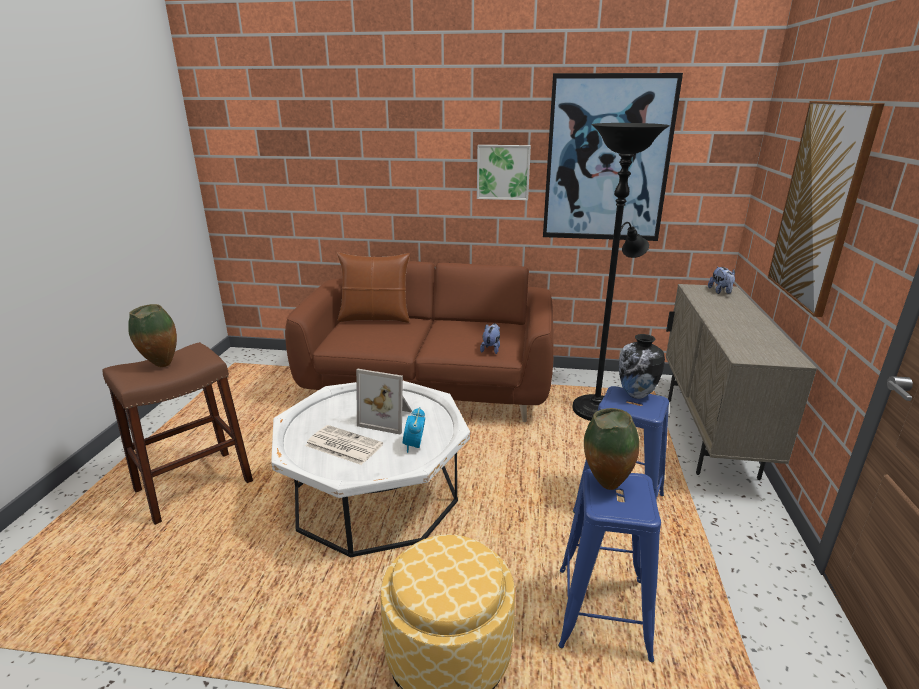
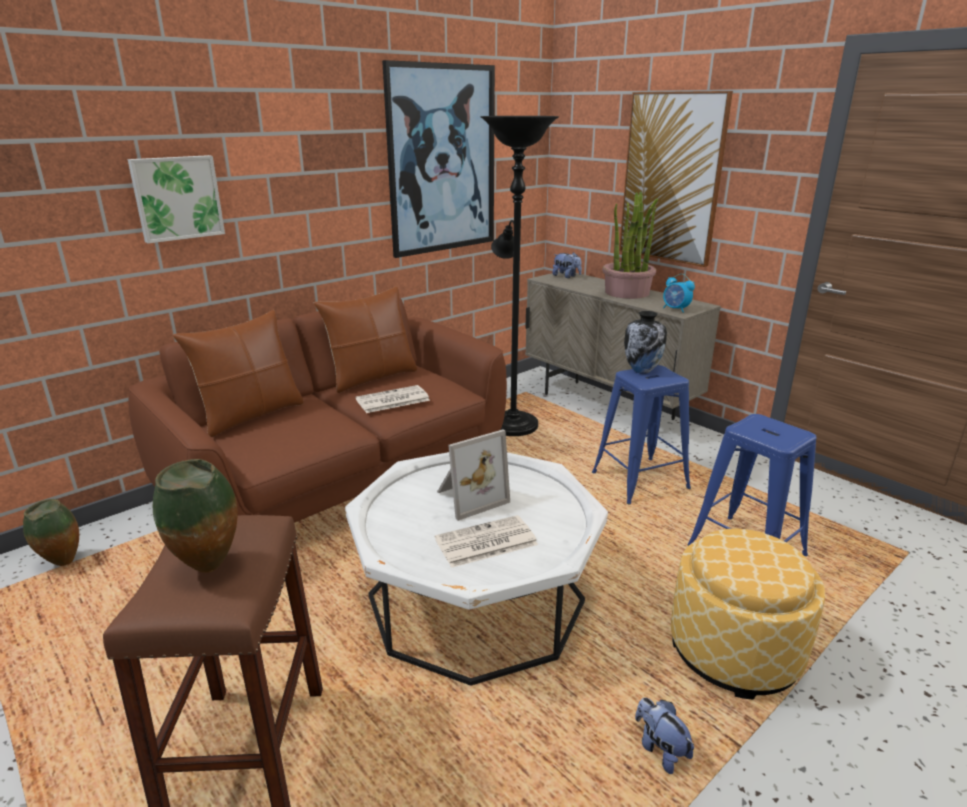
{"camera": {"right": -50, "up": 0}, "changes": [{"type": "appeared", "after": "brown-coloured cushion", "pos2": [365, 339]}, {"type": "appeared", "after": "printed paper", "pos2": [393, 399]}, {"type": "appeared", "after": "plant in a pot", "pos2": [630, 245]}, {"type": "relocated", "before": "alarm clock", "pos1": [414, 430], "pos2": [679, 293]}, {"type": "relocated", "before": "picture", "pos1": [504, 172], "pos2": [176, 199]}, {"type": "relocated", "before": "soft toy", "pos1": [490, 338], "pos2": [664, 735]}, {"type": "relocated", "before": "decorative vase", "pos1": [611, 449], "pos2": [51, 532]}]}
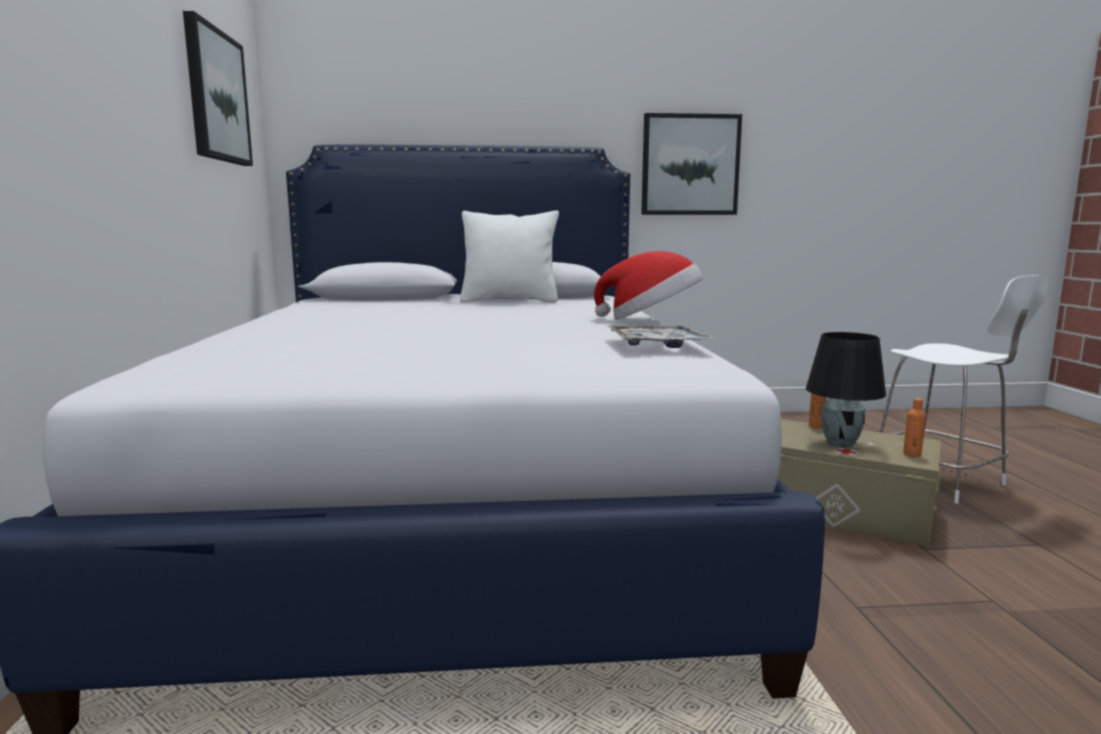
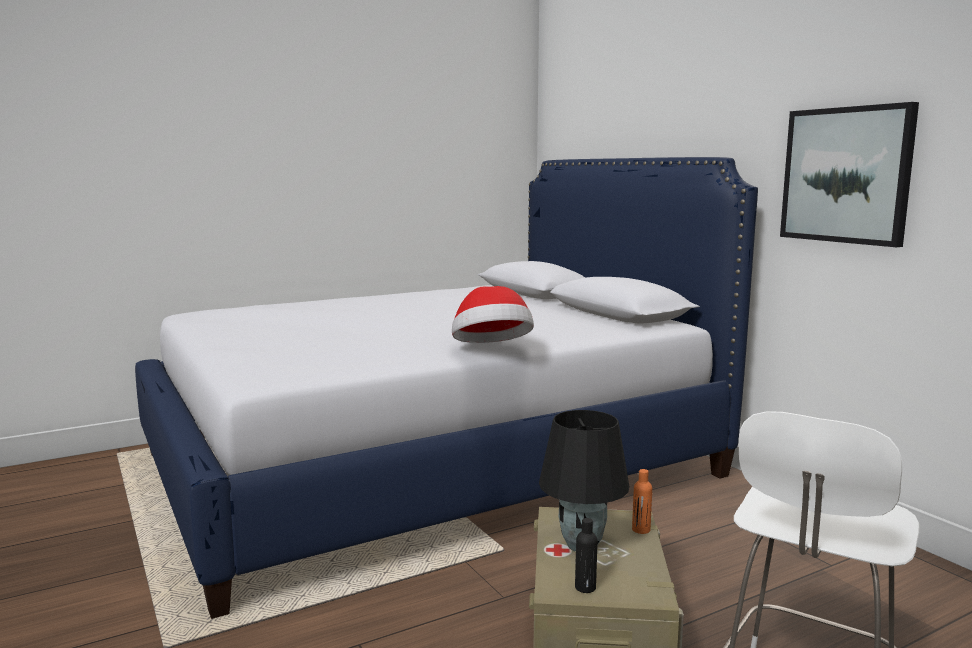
{"camera": {"right": 65, "up": 0}, "changes": [{"type": "missing", "before": "picture", "pos1": [218, 88]}, {"type": "missing", "before": "white-coloured cushion", "pos1": [509, 256]}, {"type": "missing", "before": "tray", "pos1": [661, 336]}, {"type": "colour", "before": "orange bottle", "after": "blackish bottle", "pos1": [914, 427], "pos2": [586, 555]}]}
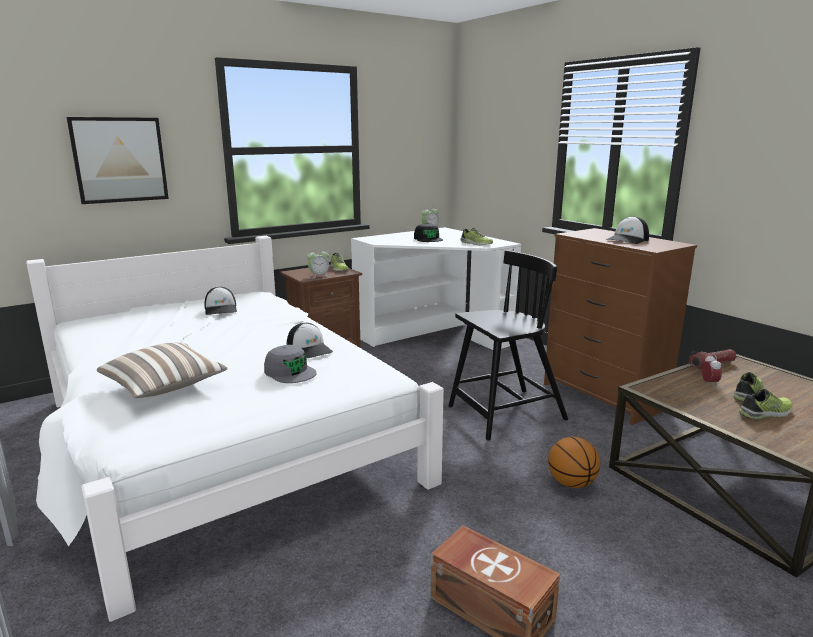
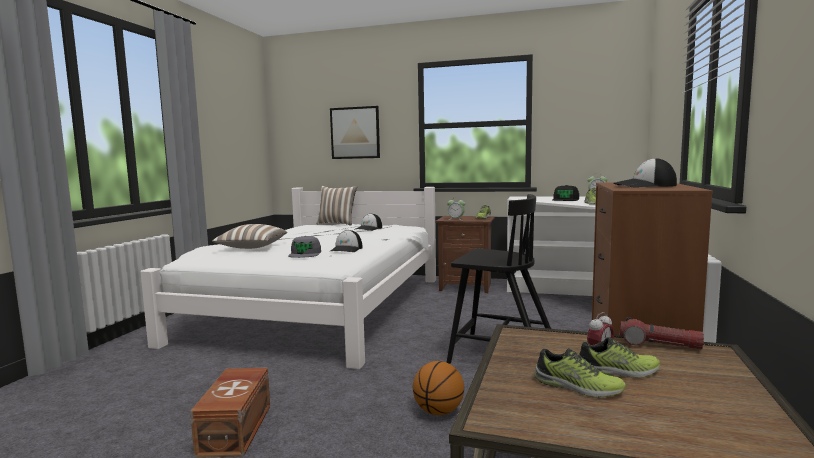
{"camera": {"right": 50, "up": -10}, "changes": [{"type": "appeared", "after": "cushion", "pos2": [337, 206]}]}
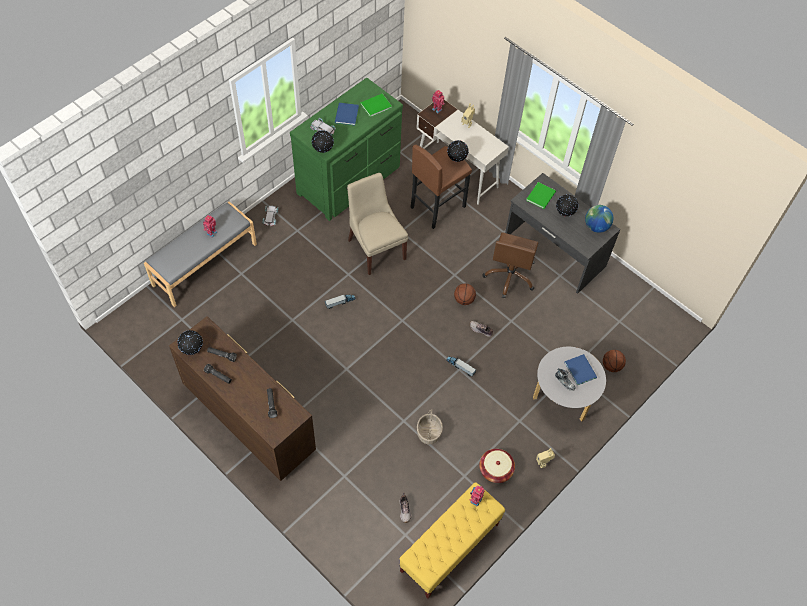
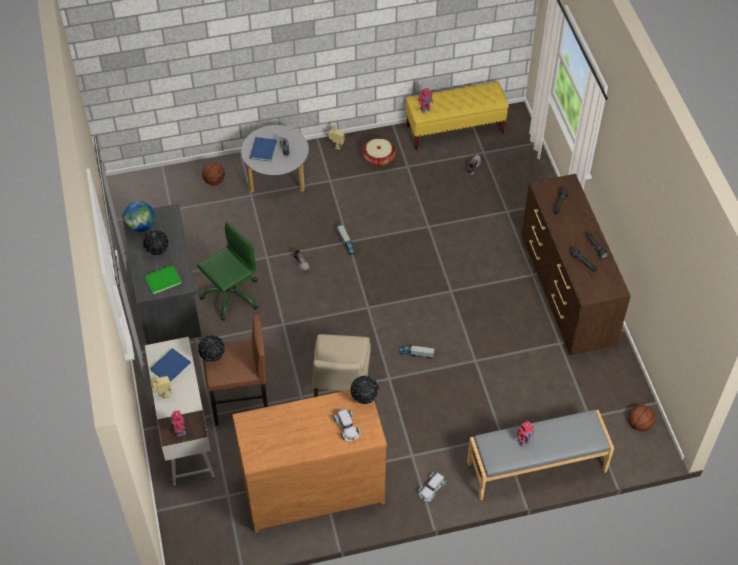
{"camera": {"right": -145, "up": -5}, "changes": [{"type": "missing", "before": "world globe", "pos1": [190, 342]}, {"type": "missing", "before": "greenish book", "pos1": [376, 105]}, {"type": "missing", "before": "storage basket", "pos1": [430, 427]}, {"type": "relocated", "before": "blue book", "pos1": [347, 114], "pos2": [170, 365]}, {"type": "relocated", "before": "basketball", "pos1": [465, 294], "pos2": [642, 418]}, {"type": "colour", "before": "greenish chest of drawers", "after": "brown-coloured chest of drawers", "pos1": [346, 149], "pos2": [309, 461]}, {"type": "colour", "before": "brown-coloured desk chair", "after": "greenish desk chair", "pos1": [510, 265], "pos2": [228, 271]}]}
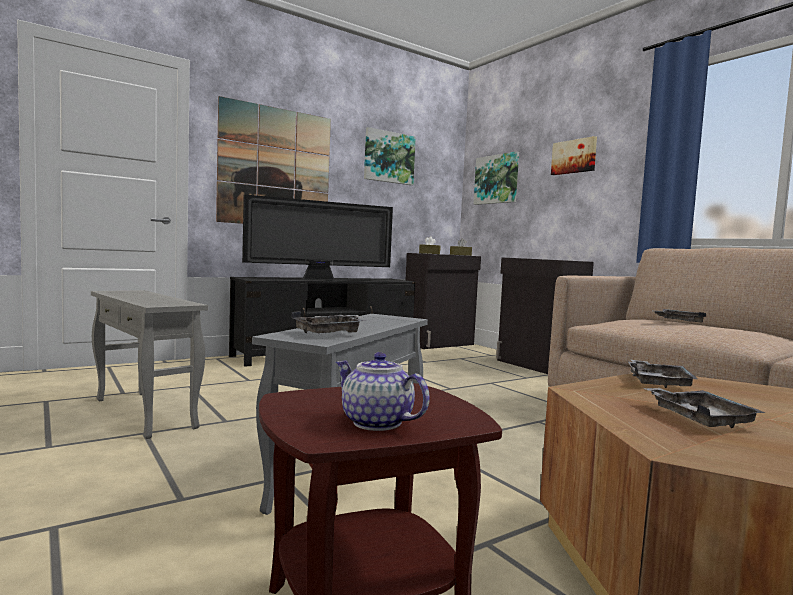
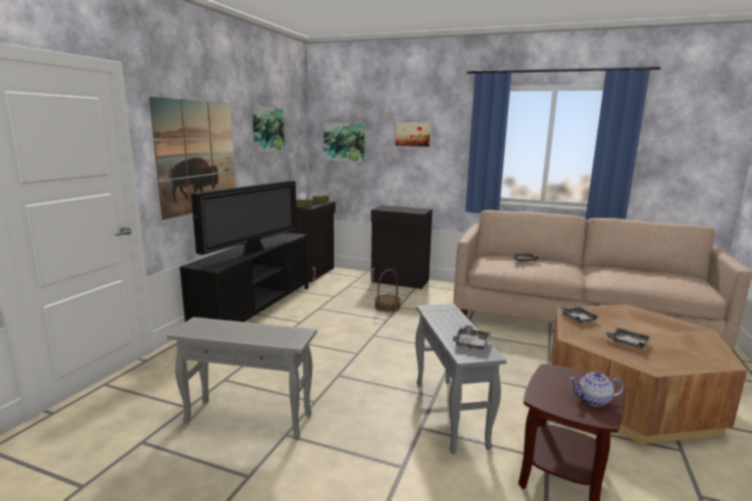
{"camera": {"right": -35, "up": 10}, "changes": [{"type": "appeared", "after": "storage basket", "pos2": [388, 290]}]}
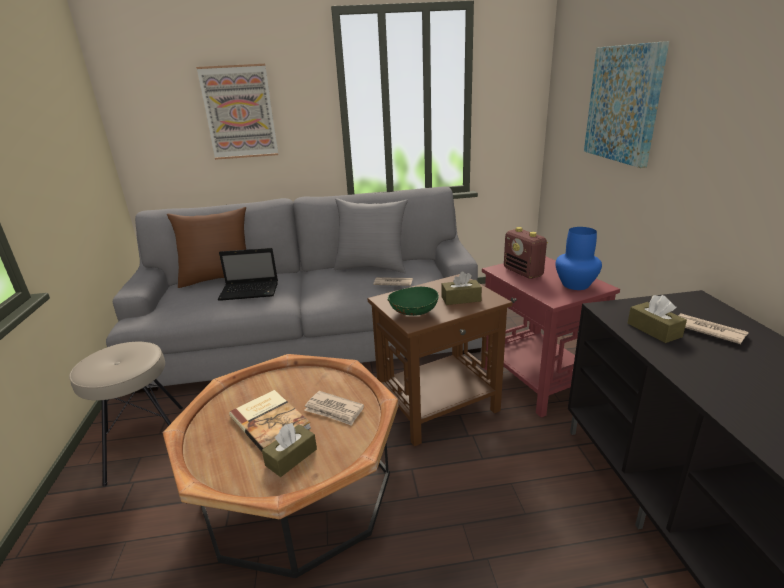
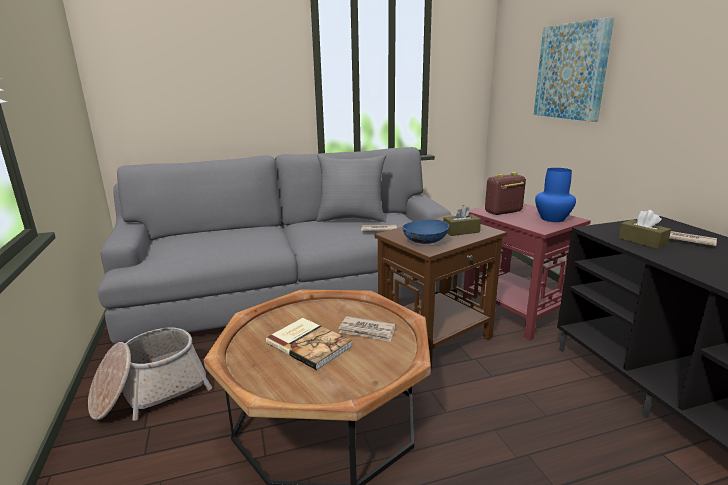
{"camera": {"right": -10, "up": -5}, "changes": [{"type": "missing", "before": "brown-coloured cushion", "pos1": [206, 247]}, {"type": "missing", "before": "picture", "pos1": [237, 112]}, {"type": "missing", "before": "notebook computer", "pos1": [248, 274]}, {"type": "missing", "before": "brown-coloured tissue holder", "pos1": [289, 450]}, {"type": "exchanged", "before": "beige stool seat", "after": "storage basket", "pos1": [126, 414], "pos2": [150, 374]}, {"type": "colour", "before": "greenish deep dish", "after": "blue deep dish", "pos1": [413, 301], "pos2": [426, 231]}, {"type": "spun", "before": "radio", "pos1": [526, 253], "pos2": [505, 193], "turn": 105}]}
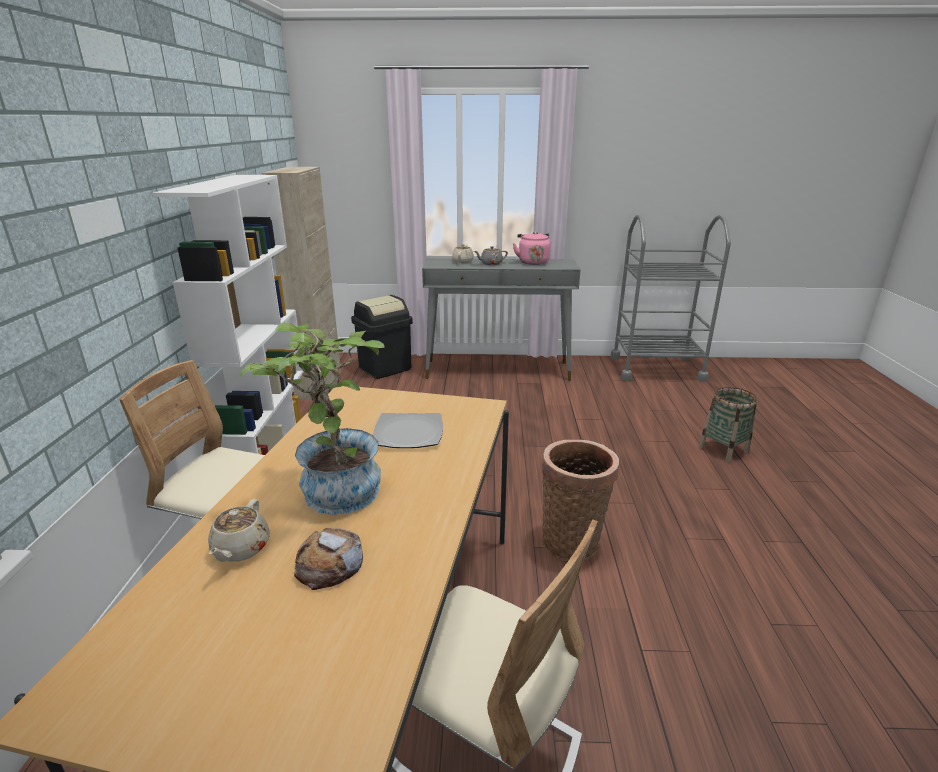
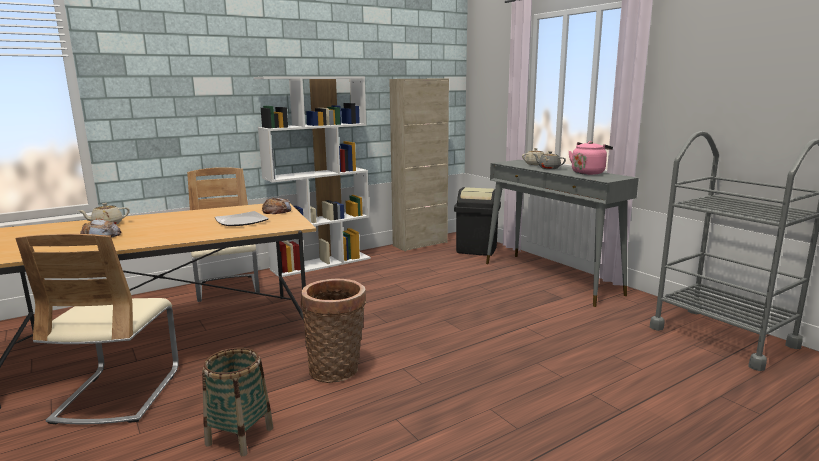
{"camera": {"right": 55, "up": -10}, "changes": [{"type": "missing", "before": "plant in a pot", "pos1": [312, 418]}, {"type": "appeared", "after": "bakery bread", "pos2": [276, 206]}, {"type": "relocated", "before": "storage basket", "pos1": [728, 425], "pos2": [237, 401]}]}
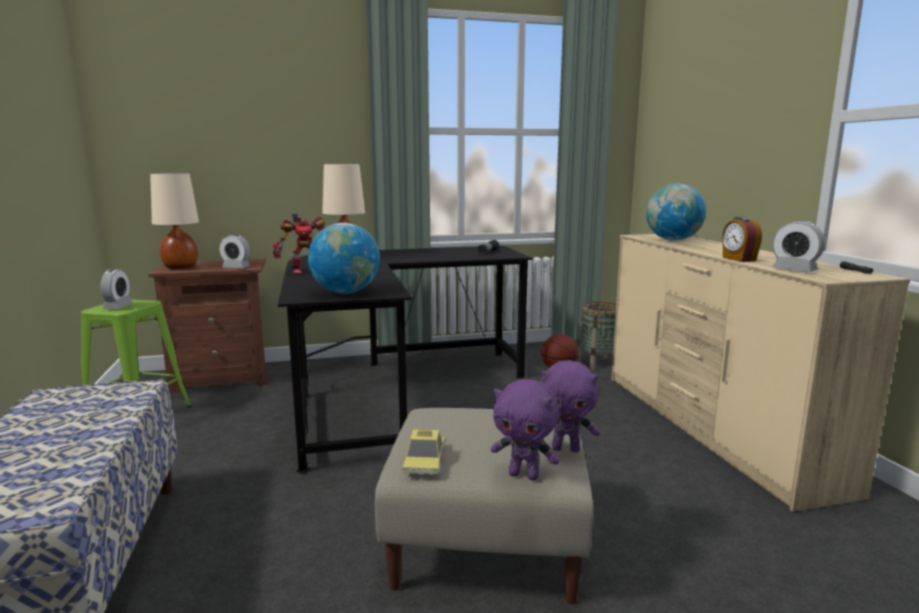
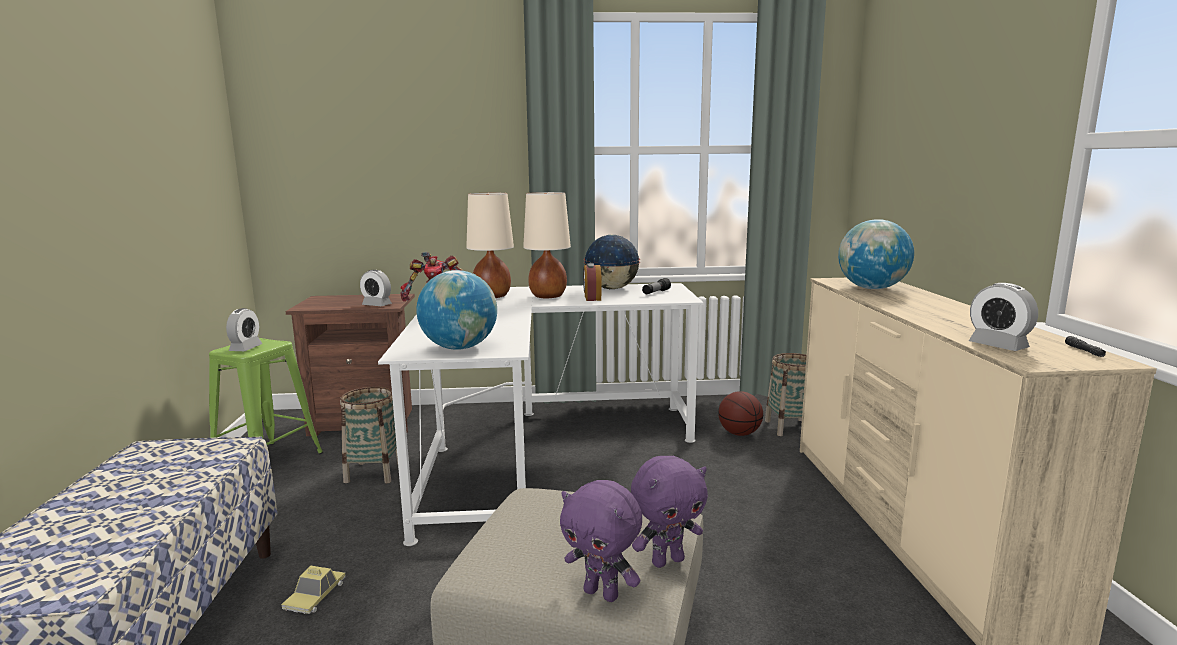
{"camera": {"right": 10, "up": 0}, "changes": [{"type": "appeared", "after": "storage basket", "pos2": [369, 434]}, {"type": "appeared", "after": "world globe", "pos2": [612, 262]}, {"type": "relocated", "before": "beige tabletop lamp", "pos1": [174, 221], "pos2": [547, 245]}, {"type": "relocated", "before": "miniature car", "pos1": [423, 452], "pos2": [313, 589]}, {"type": "relocated", "before": "alarm clock", "pos1": [742, 239], "pos2": [592, 282]}, {"type": "colour", "before": "blackish desk", "after": "white-coloured desk", "pos1": [405, 360], "pos2": [541, 414]}, {"type": "spun", "before": "purplish soft toy", "pos1": [570, 406], "pos2": [669, 512], "turn": -45}]}
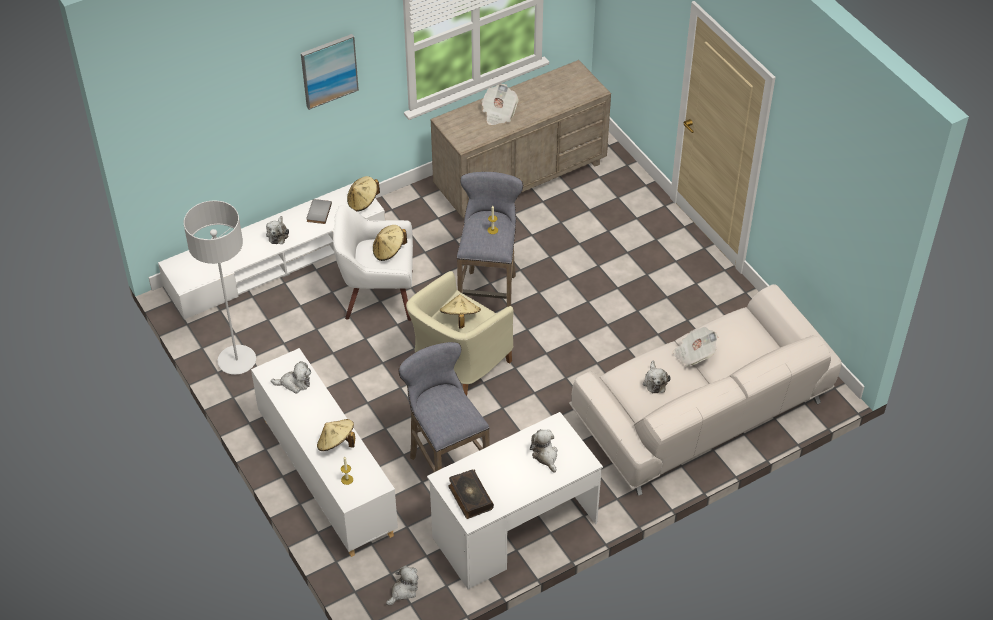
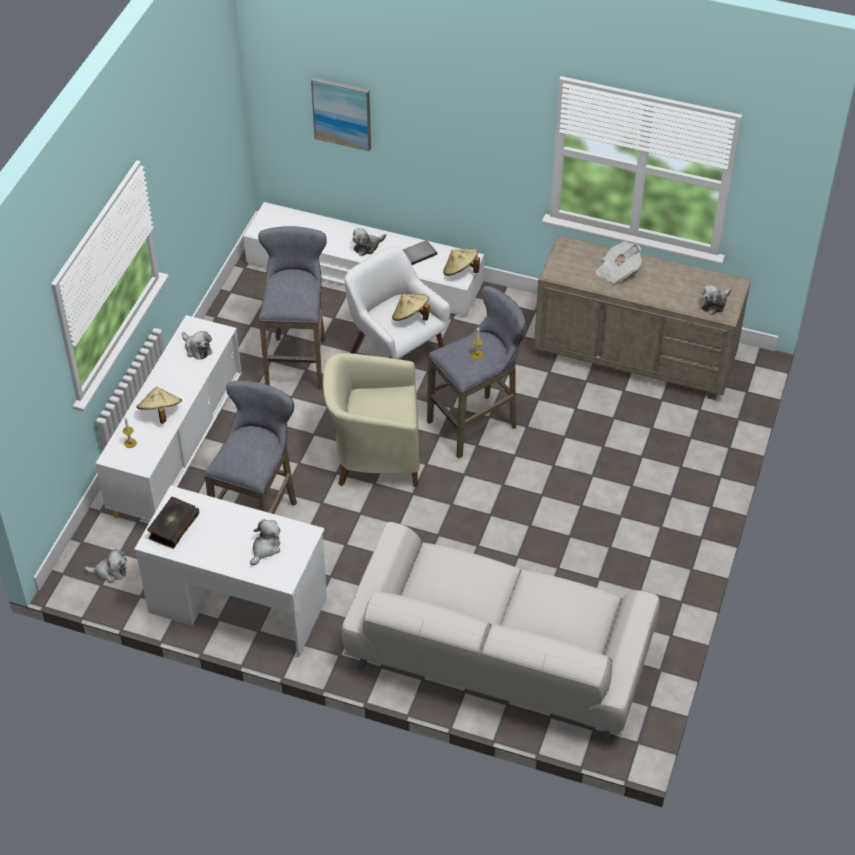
{"camera": {"right": 50, "up": 0}, "changes": [{"type": "missing", "before": "grey standing lamp", "pos1": [220, 288]}, {"type": "missing", "before": "beige hat", "pos1": [460, 311]}, {"type": "missing", "before": "printed paper", "pos1": [695, 347]}, {"type": "appeared", "after": "grey stool seat", "pos2": [292, 308]}, {"type": "relocated", "before": "picture", "pos1": [330, 72], "pos2": [341, 114]}, {"type": "relocated", "before": "soft toy", "pos1": [657, 377], "pos2": [716, 300]}]}
